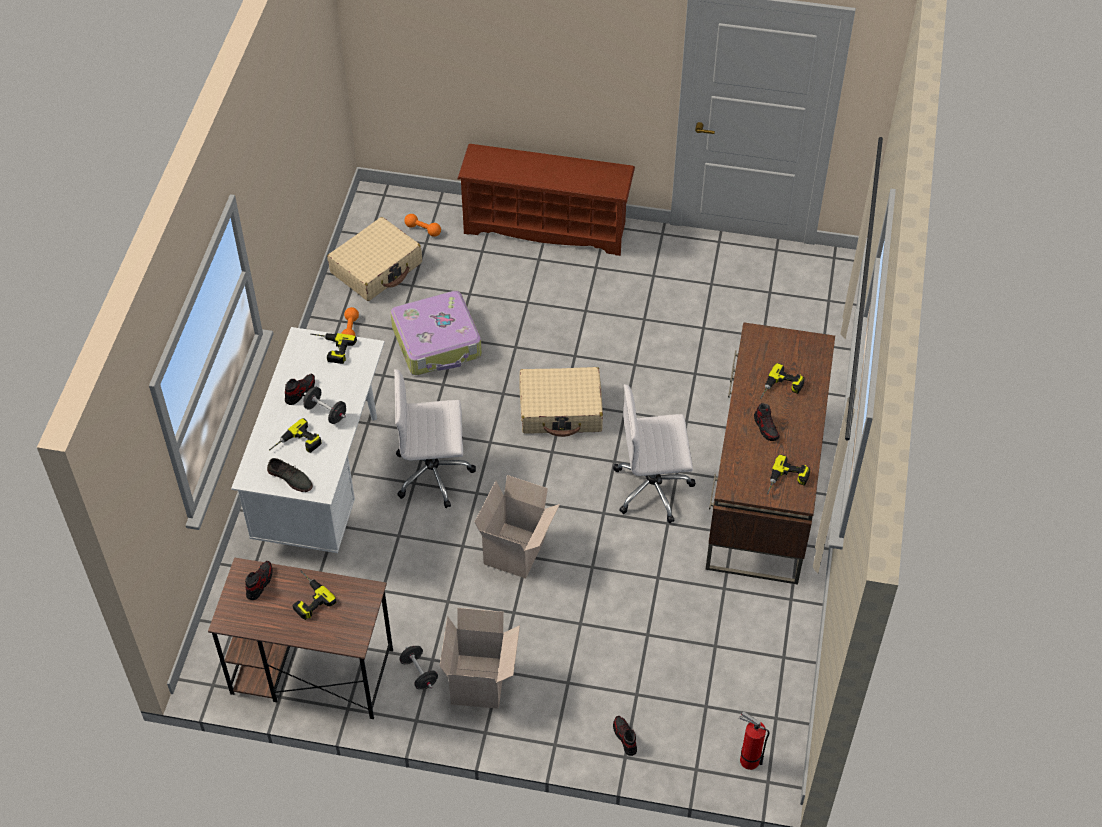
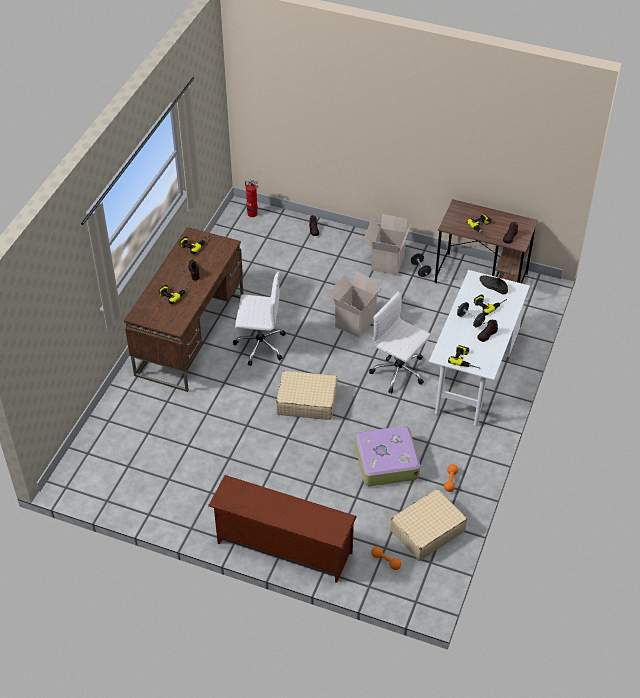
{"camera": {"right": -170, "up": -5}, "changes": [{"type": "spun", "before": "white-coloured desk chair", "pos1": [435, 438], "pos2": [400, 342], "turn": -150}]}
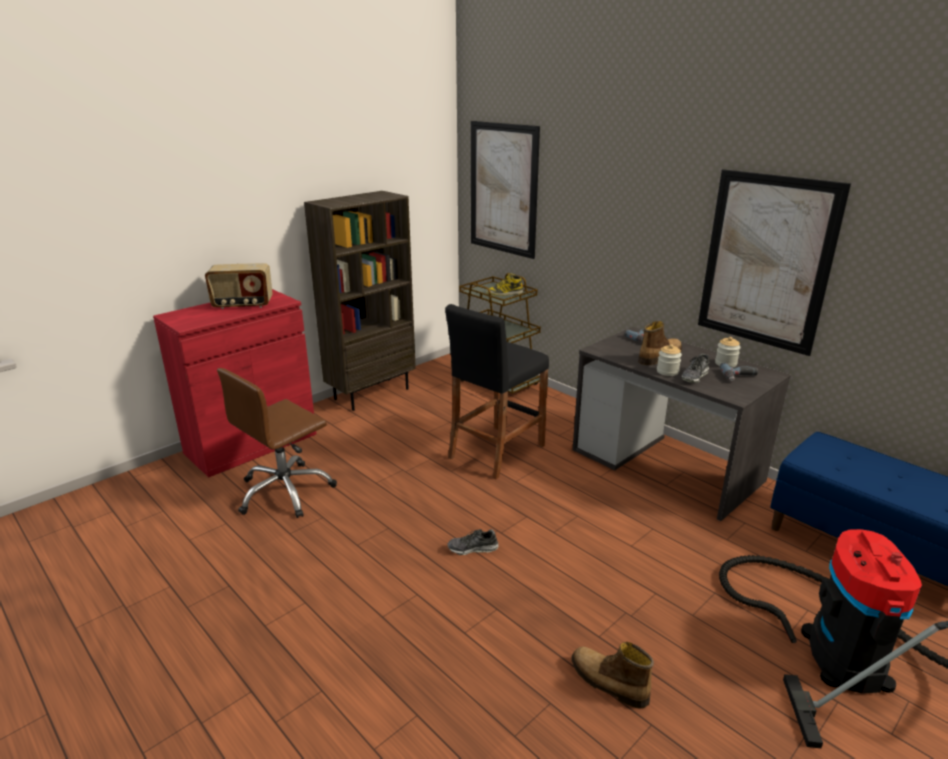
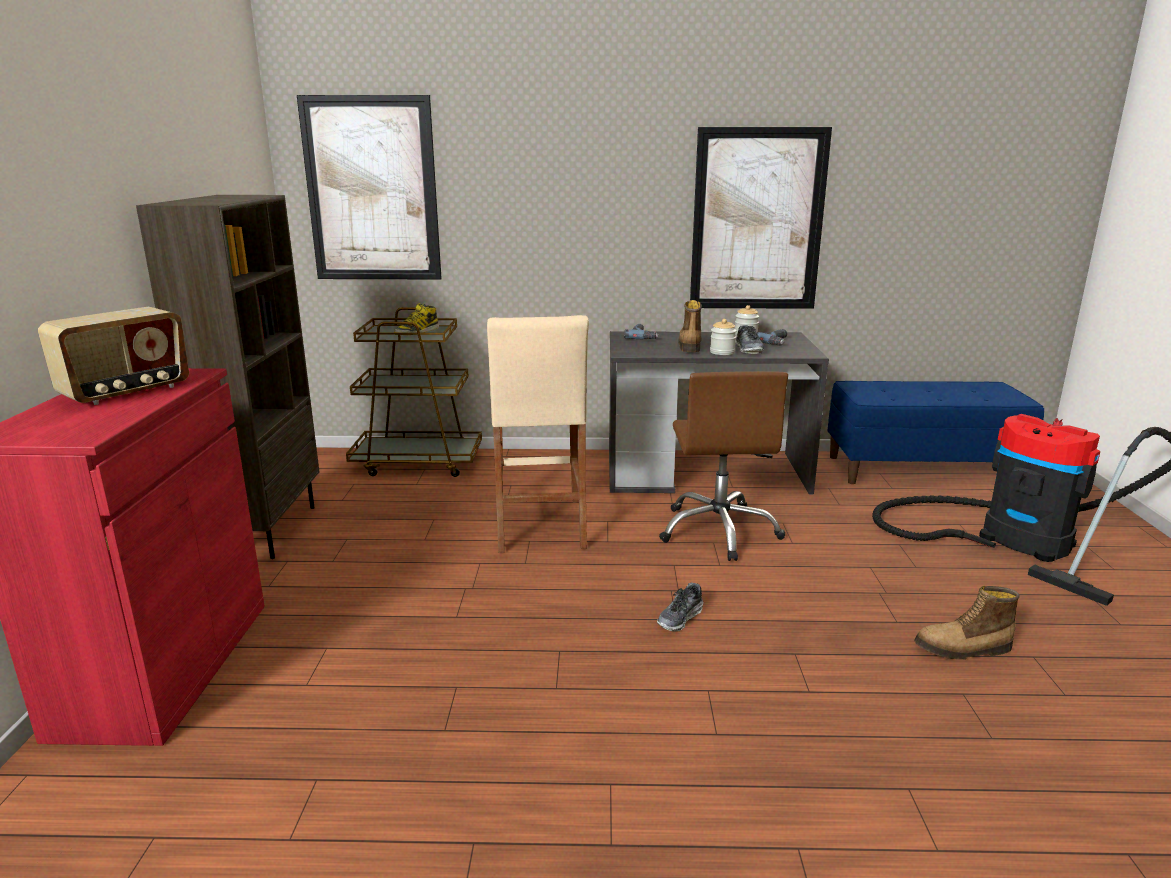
{"camera": {"right": -45, "up": -5}, "changes": [{"type": "relocated", "before": "brown-coloured desk chair", "pos1": [277, 443], "pos2": [723, 466]}, {"type": "colour", "before": "blackish stool seat", "after": "beige stool seat", "pos1": [497, 391], "pos2": [538, 434]}]}
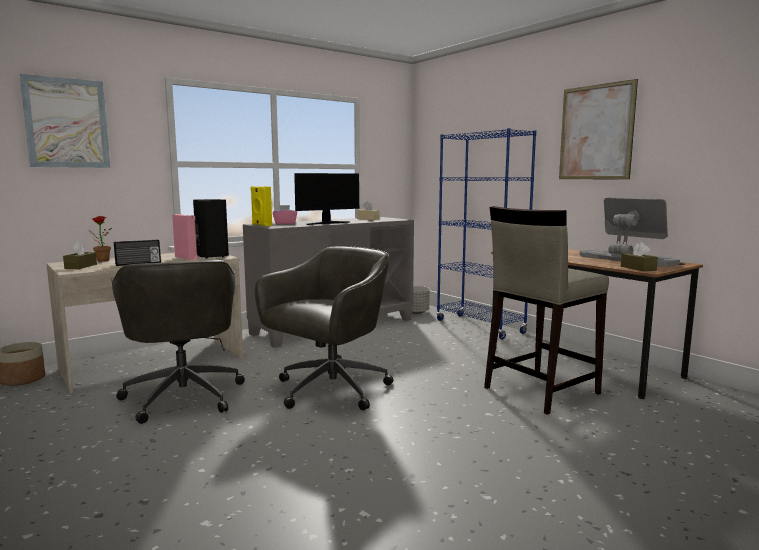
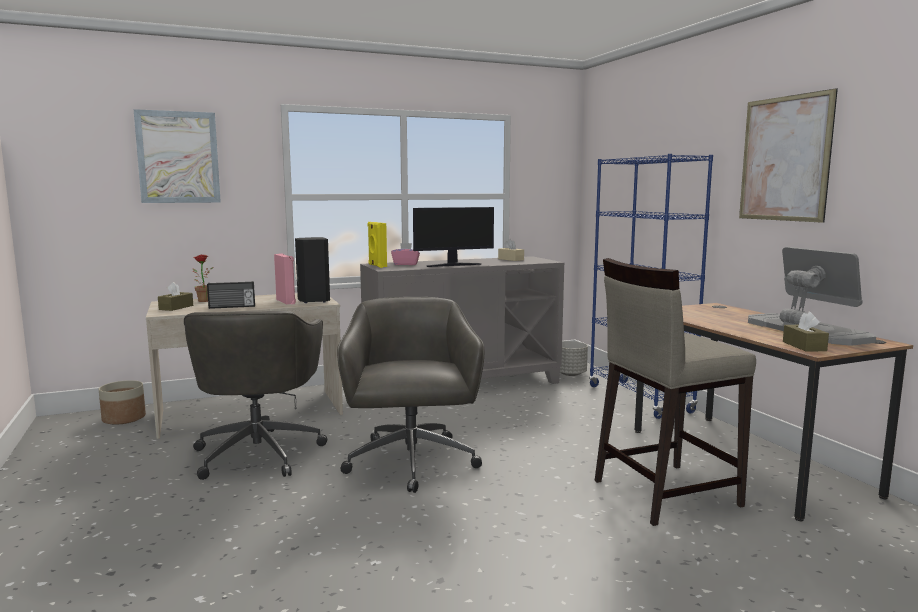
{"camera": {"right": 15, "up": 0}, "changes": [{"type": "spun", "before": "grey desk chair", "pos1": [324, 328], "pos2": [410, 395], "turn": -60}]}
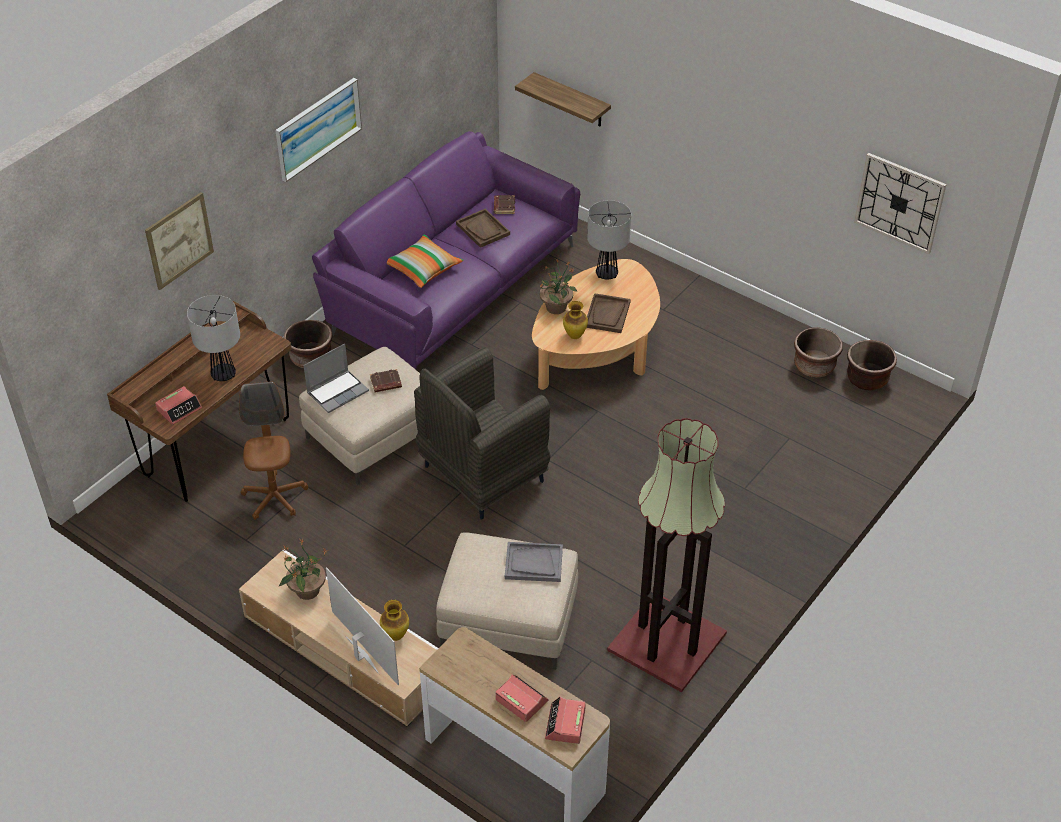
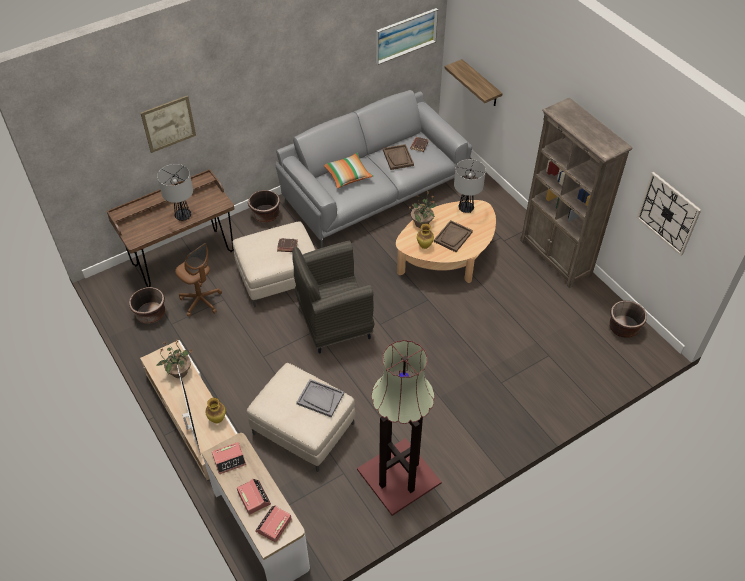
{"camera": {"right": 20, "up": 5}, "changes": [{"type": "missing", "before": "notebook computer", "pos1": [336, 378]}, {"type": "appeared", "after": "brown-coloured bookshelf", "pos2": [576, 193]}, {"type": "relocated", "before": "alarm clock", "pos1": [178, 405], "pos2": [229, 458]}, {"type": "relocated", "before": "picture", "pos1": [318, 130], "pos2": [407, 36]}, {"type": "relocated", "before": "brown-coloured planter", "pos1": [818, 352], "pos2": [147, 305]}, {"type": "colour", "before": "purplish couch", "after": "grey couch", "pos1": [446, 250], "pos2": [373, 169]}, {"type": "spun", "before": "brown-coloured desk chair", "pos1": [273, 450], "pos2": [198, 280], "turn": 120}]}
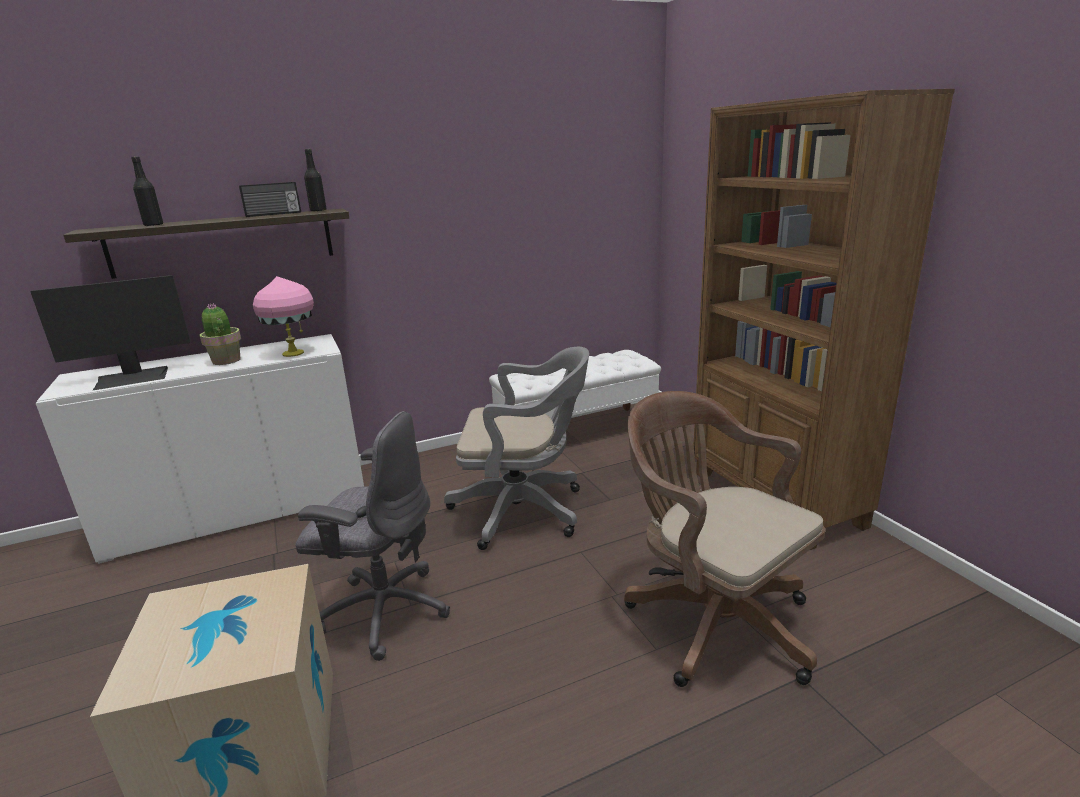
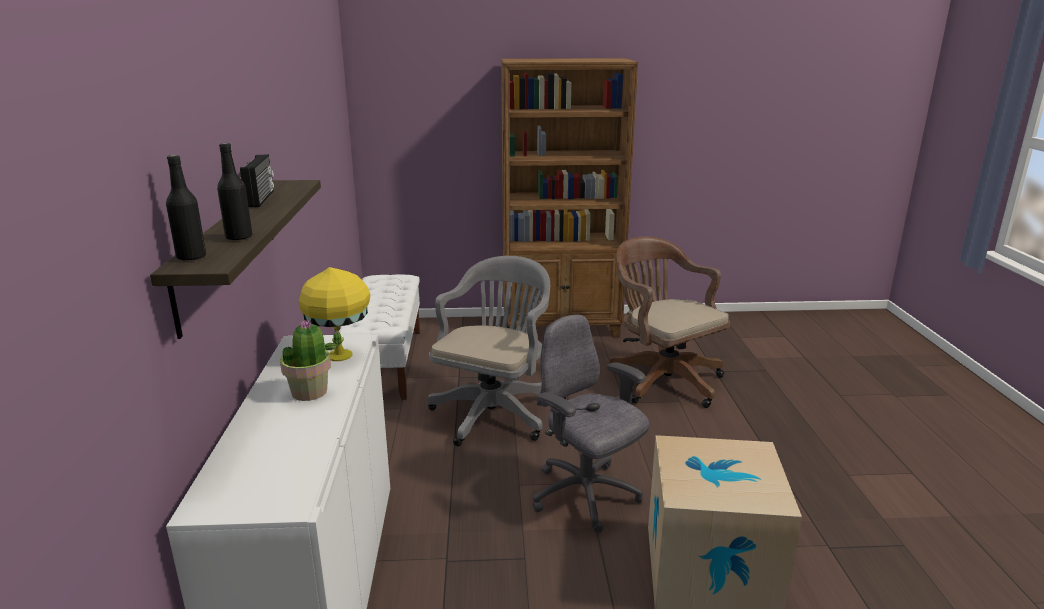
{"camera": {"right": -70, "up": 0}, "changes": [{"type": "missing", "before": "monitor", "pos1": [110, 332]}, {"type": "relocated", "before": "blackish bottle", "pos1": [315, 180], "pos2": [186, 207]}, {"type": "colour", "before": "pinkish tabletop lamp", "after": "yellow-coloured tabletop lamp", "pos1": [283, 316], "pos2": [334, 314]}, {"type": "spun", "before": "grey desk chair", "pos1": [373, 536], "pos2": [591, 423], "turn": -75}, {"type": "spun", "before": "brown-coloured desk chair", "pos1": [724, 539], "pos2": [669, 322], "turn": 75}]}
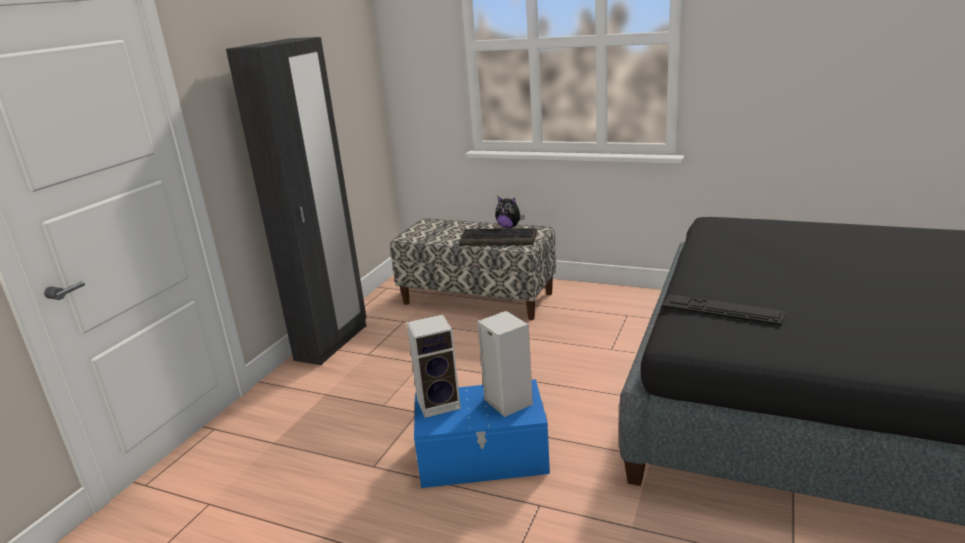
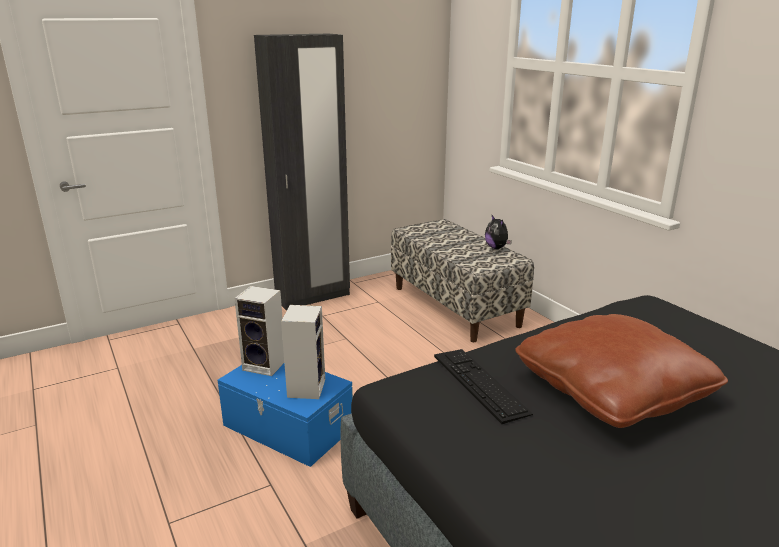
{"camera": {"right": 35, "up": 0}, "changes": [{"type": "missing", "before": "computer keyboard", "pos1": [498, 237]}, {"type": "appeared", "after": "brown-coloured cushion", "pos2": [621, 371]}]}
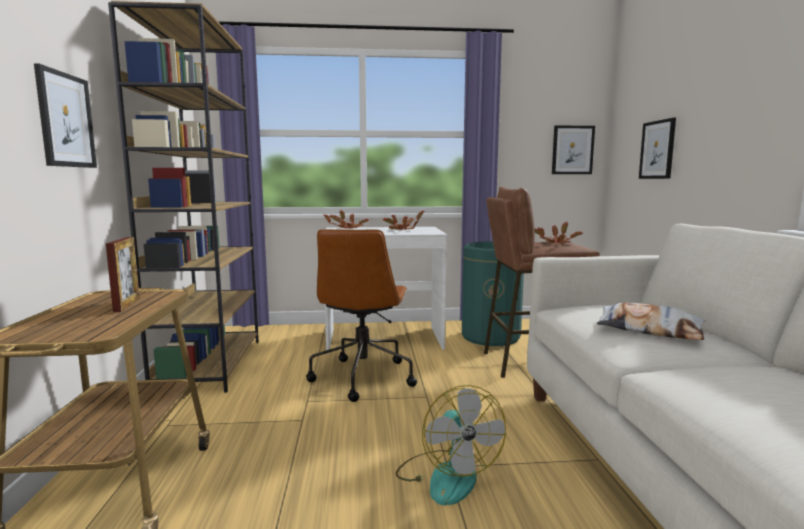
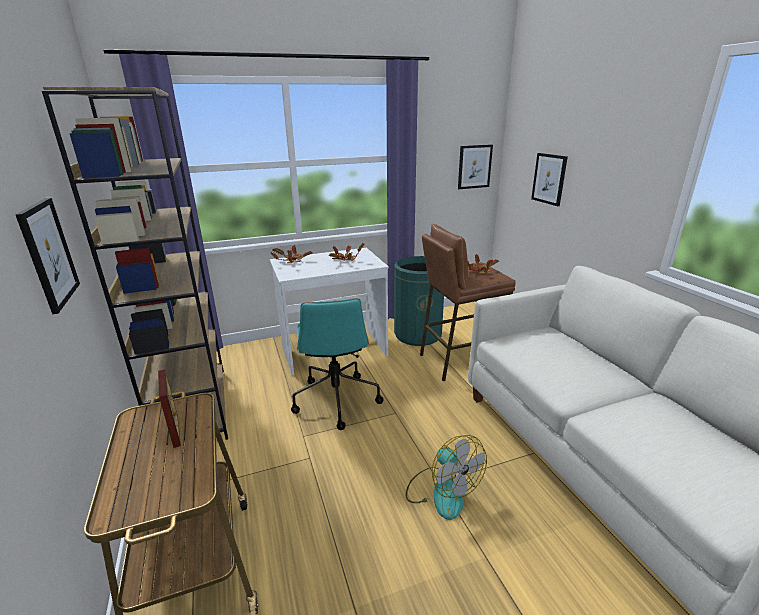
{"camera": {"right": -15, "up": 15}, "changes": [{"type": "missing", "before": "cushion", "pos1": [651, 321]}, {"type": "colour", "before": "brown-coloured desk chair", "after": "turquoise desk chair", "pos1": [361, 315], "pos2": [337, 364]}]}
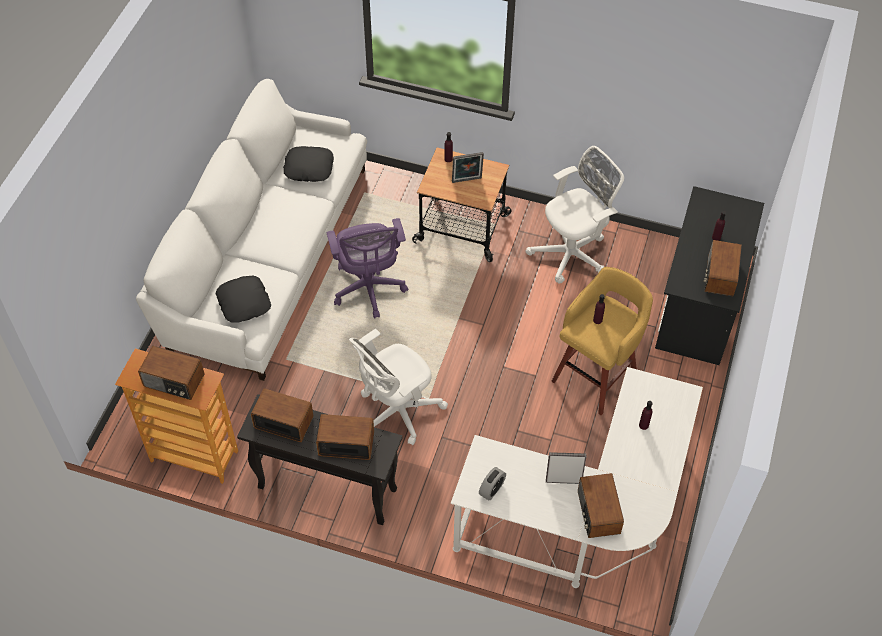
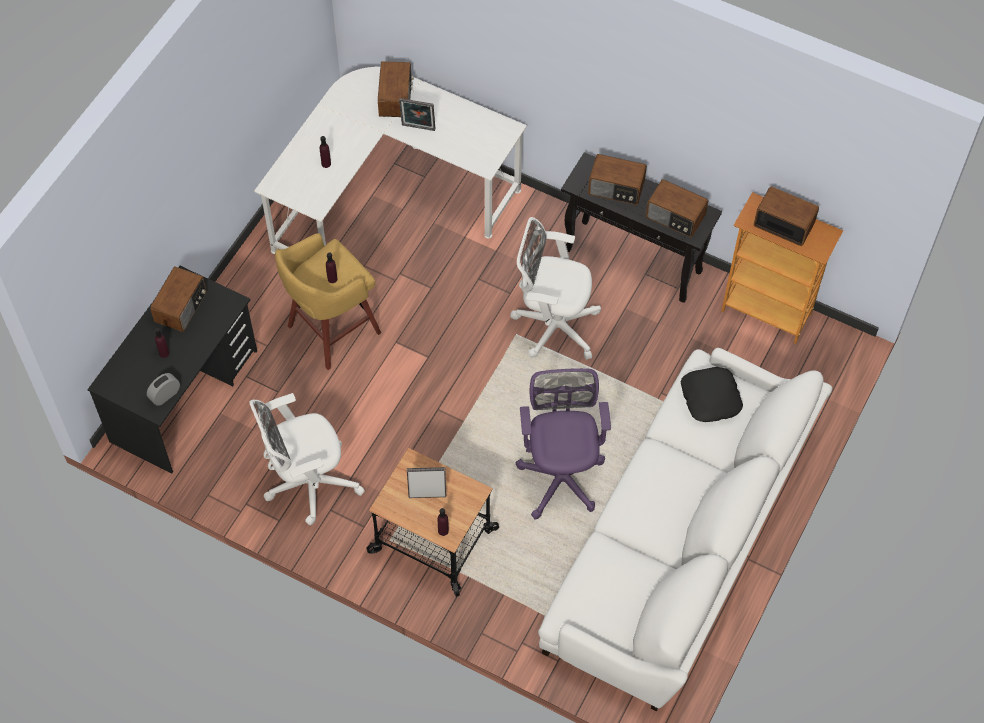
{"camera": {"right": -170, "up": 5}, "changes": [{"type": "missing", "before": "blackish cushion", "pos1": [308, 164]}, {"type": "relocated", "before": "alarm clock", "pos1": [492, 483], "pos2": [163, 389]}, {"type": "spun", "before": "white-coloured desk chair", "pos1": [398, 387], "pos2": [555, 288], "turn": -135}]}
